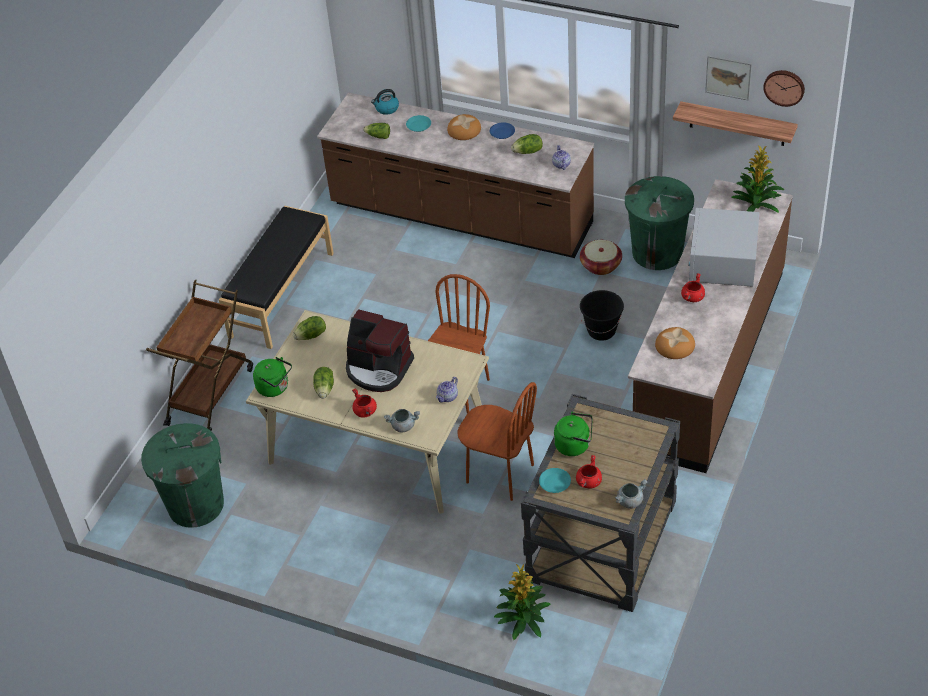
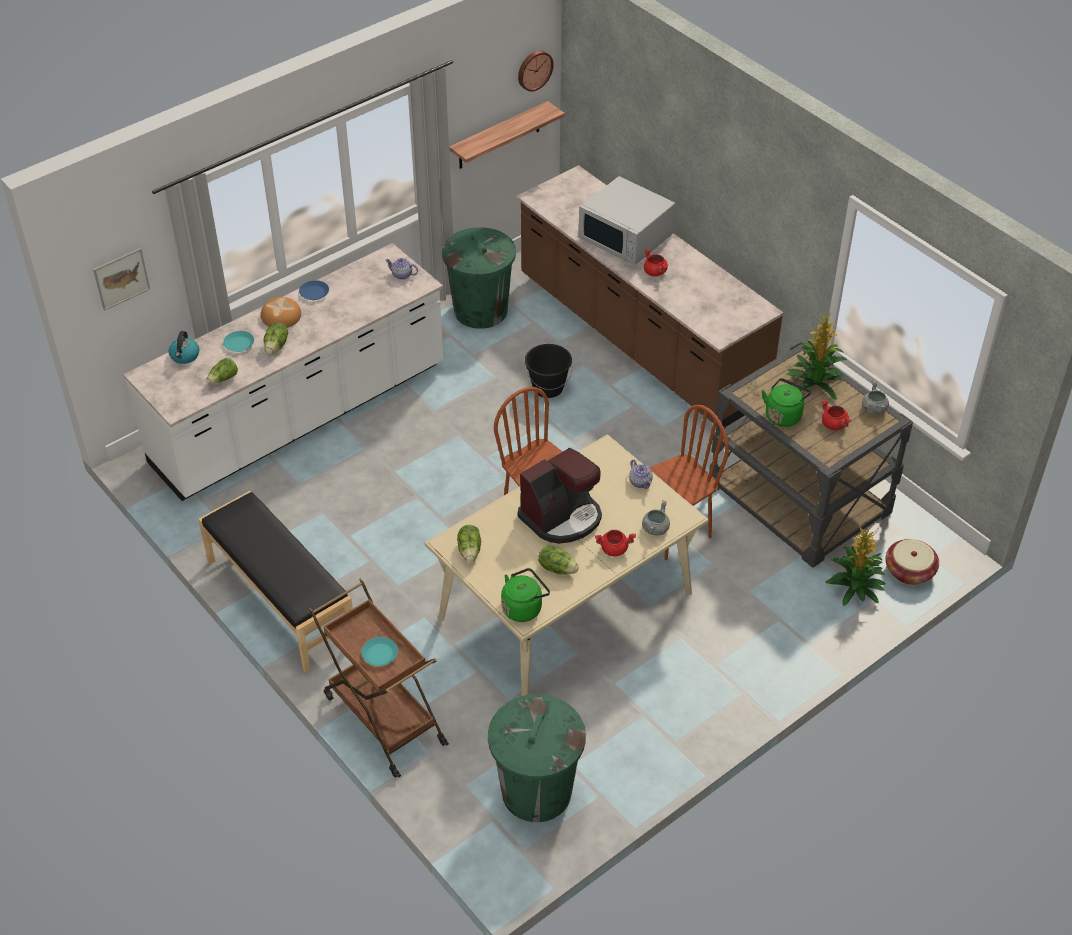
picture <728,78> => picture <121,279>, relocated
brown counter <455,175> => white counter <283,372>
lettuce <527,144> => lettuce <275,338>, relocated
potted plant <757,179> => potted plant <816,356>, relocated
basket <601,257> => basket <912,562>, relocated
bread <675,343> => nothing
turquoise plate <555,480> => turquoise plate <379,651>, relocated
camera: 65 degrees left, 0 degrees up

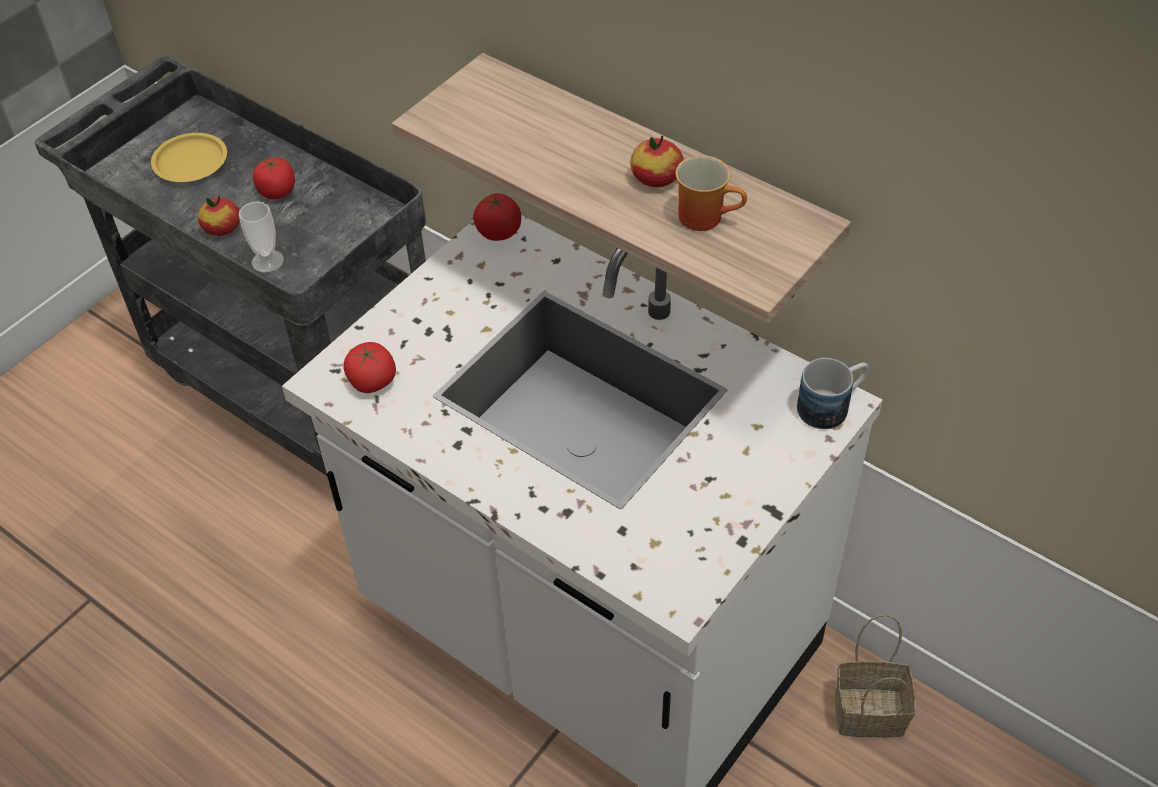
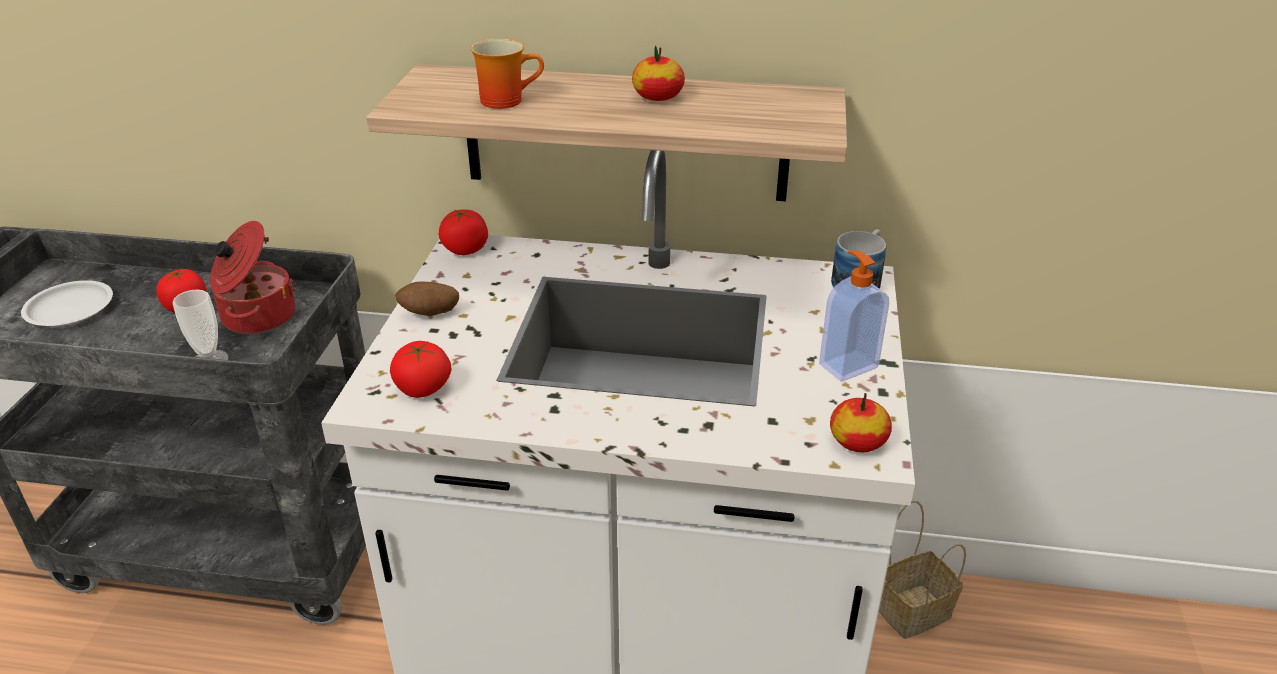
yellow plate <189,157> => white plate <67,303>
mug <711,193> => mug <507,74>, relocated
apple <219,216> => apple <861,422>, relocated
nothing => cooking pot <252,277>
nothing => soap dispenser <854,315>
nothing => potato <427,298>
camera: 30 degrees left, 15 degrees down

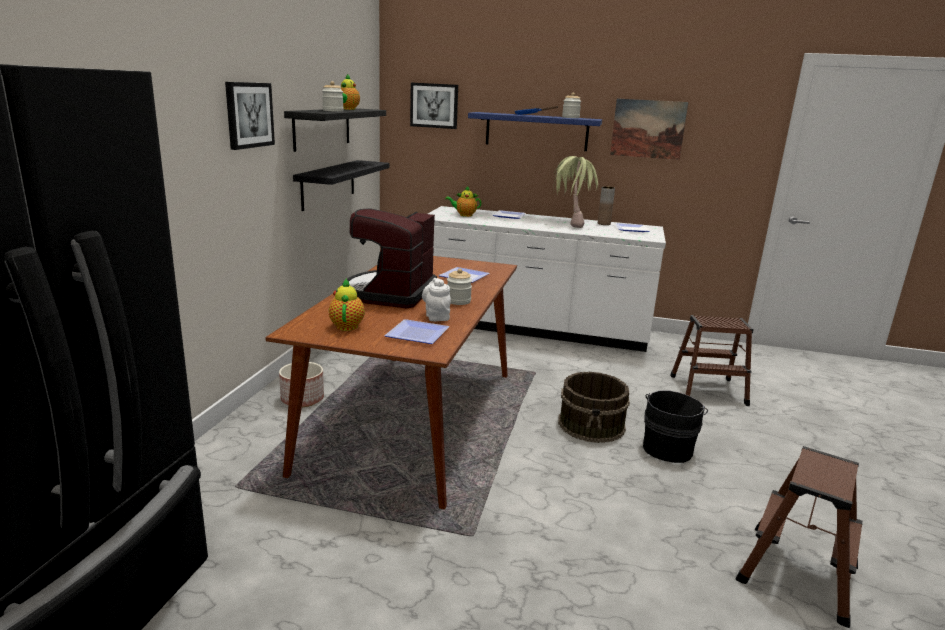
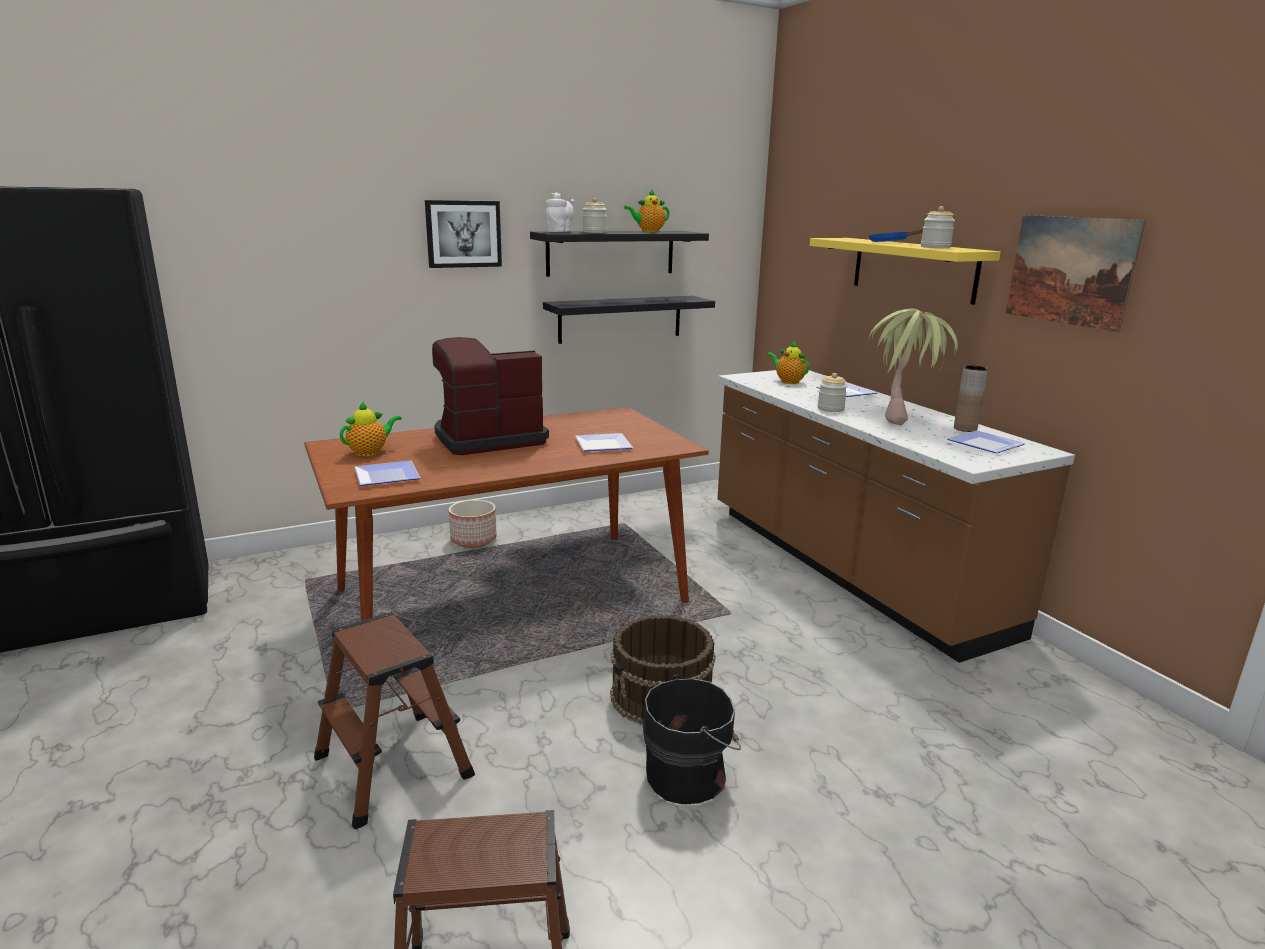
picture <434,106> => nothing
blue shelf <535,131> => yellow shelf <905,271>
white counter <547,279> => brown counter <896,516>
jar <459,286> => jar <832,392>, relocated
white teapot <436,299> => white teapot <559,212>, relocated
brown step ladder <712,360> => brown step ladder <394,720>, relocated
camera: 50 degrees right, 0 degrees up

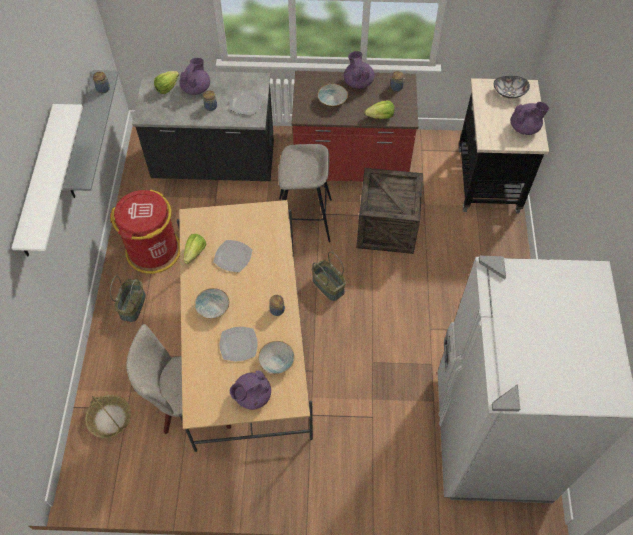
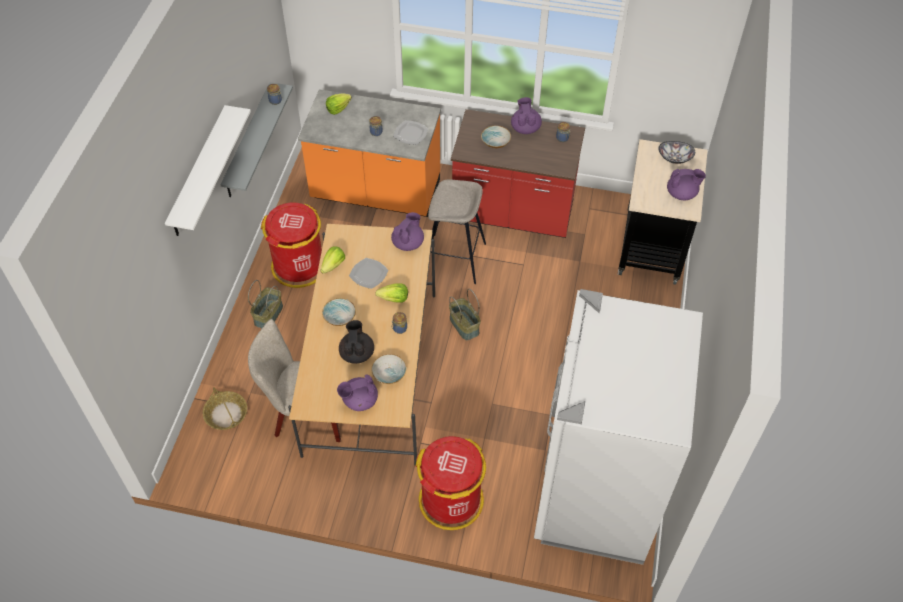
purple teapot <194,76> => purple teapot <407,231>, relocated
black counter <203,125> => orange counter <369,153>
lettuce <379,109> => lettuce <391,293>, relocated
crate <390,211> => nothing
plate <238,344> => black teapot <356,342>
nothing => red trash can <451,483>
camera: 10 degrees right, 5 degrees down

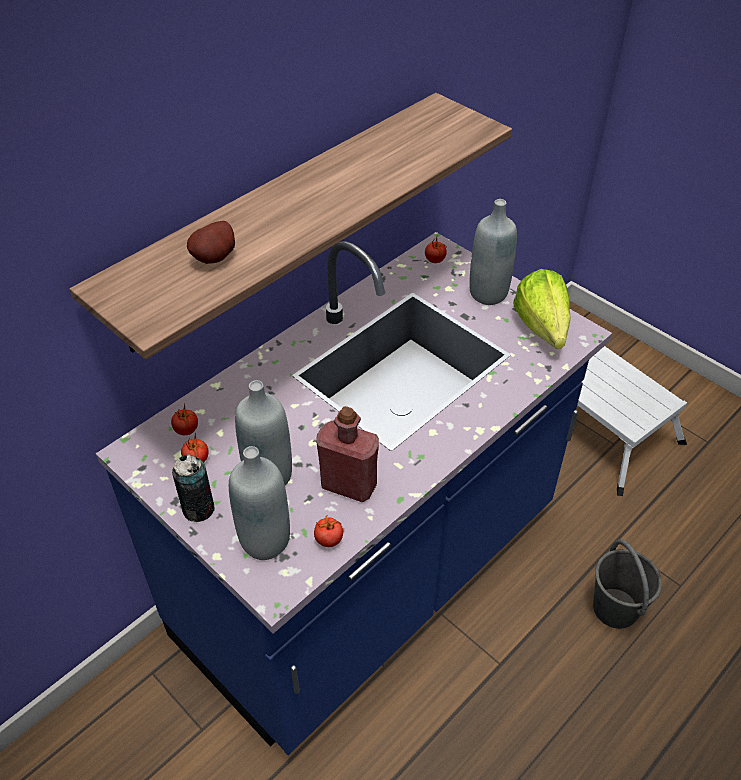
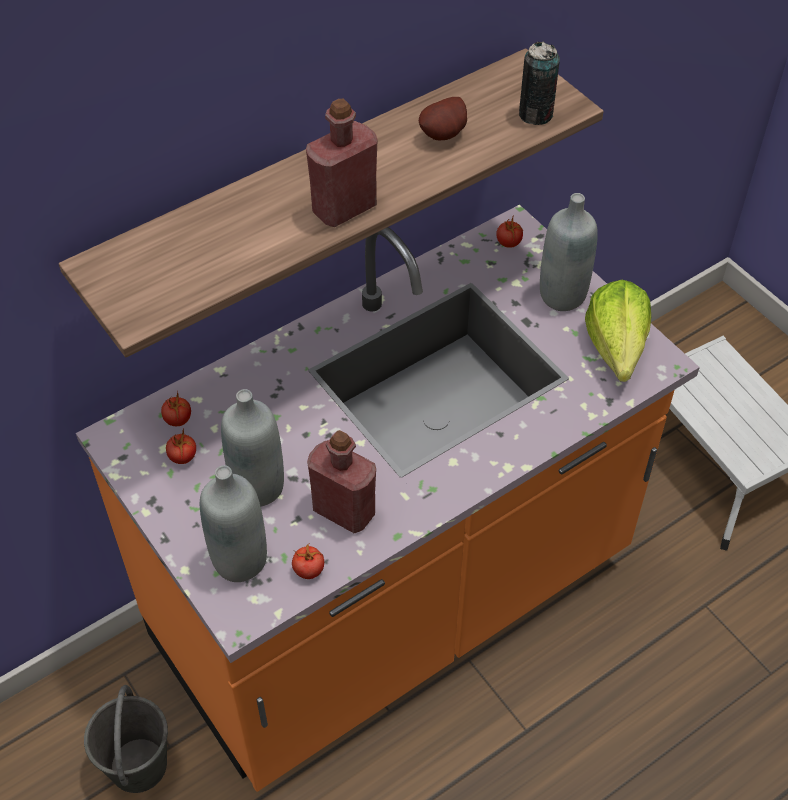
potato <211,242> => potato <443,118>, relocated
blue counter <354,493> => orange counter <388,498>
can <193,488> => can <539,83>, relocated
grey bucket <627,584> => grey bucket <126,739>, relocated
nothing => red bottle <342,163>
camera: 10 degrees right, 5 degrees up

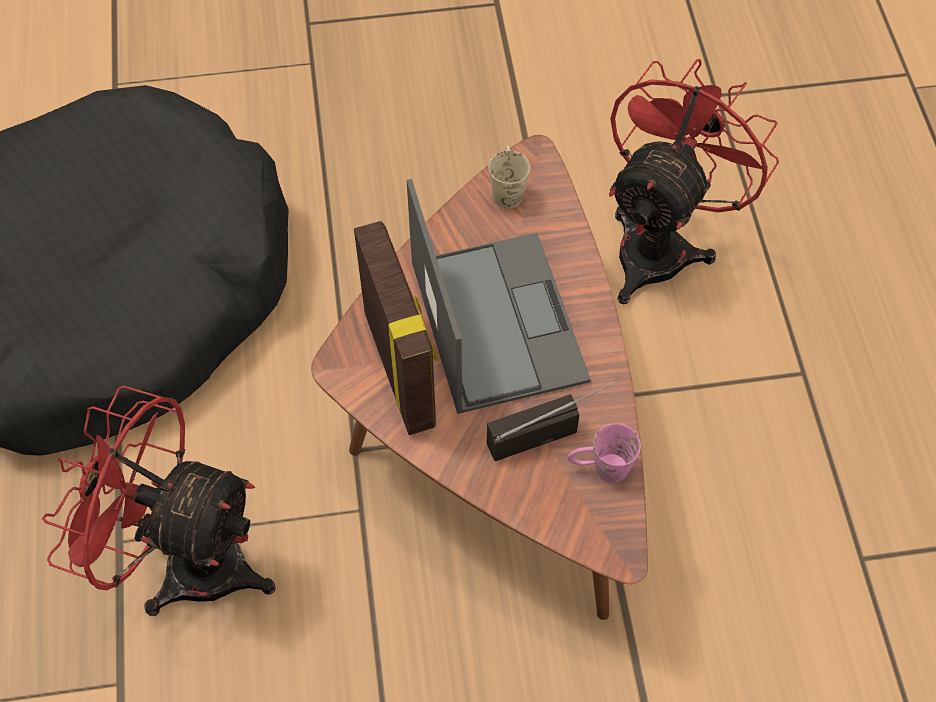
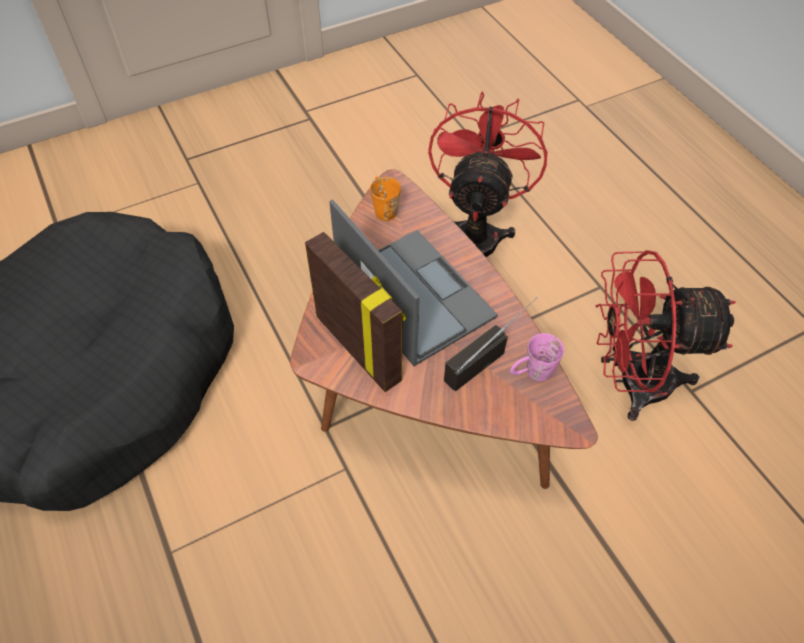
beige mug <509,176> => orange mug <385,198>
red fan <159,500> => red fan <666,335>, relocated
camera: 20 degrees left, 5 degrees down

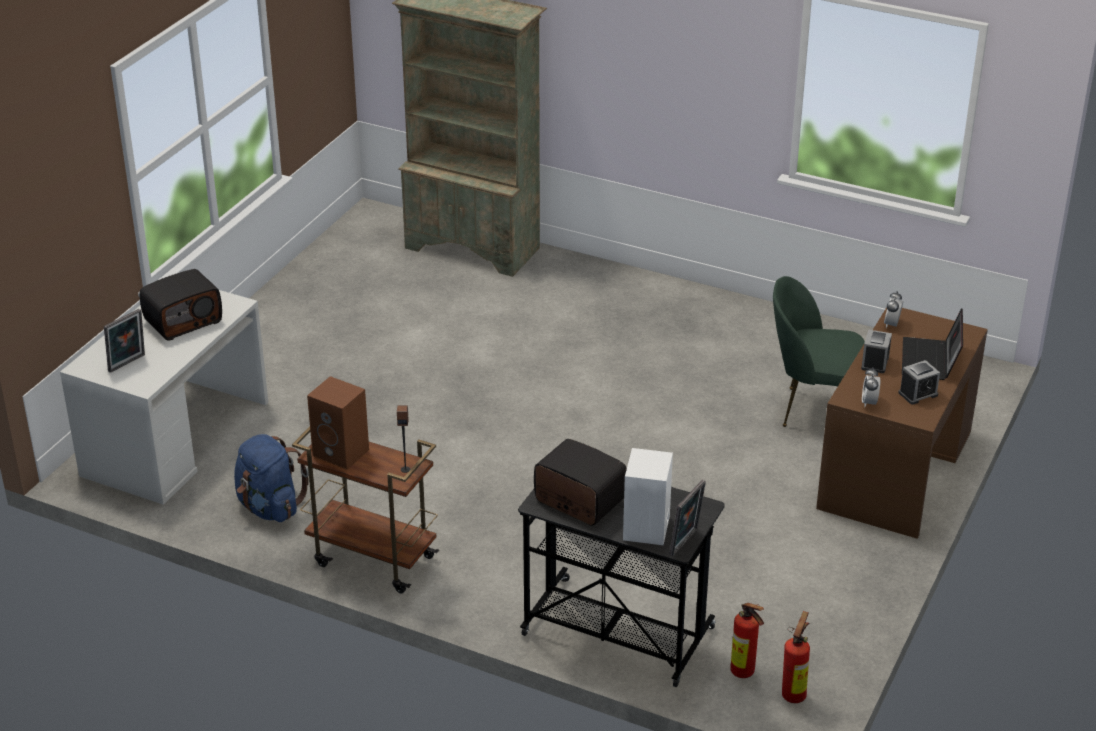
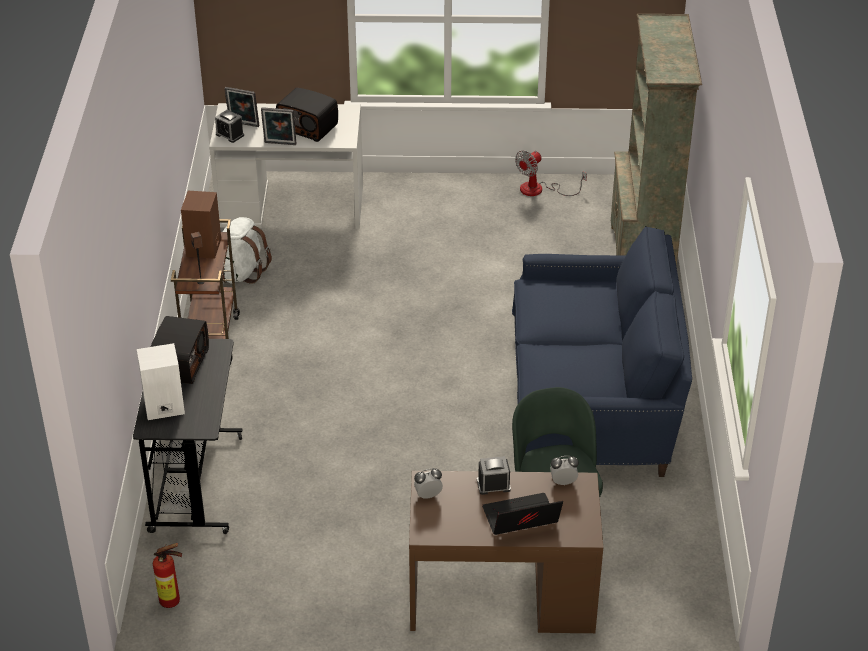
alarm clock <919,382> => alarm clock <229,126>, relocated
blue backpack <271,478> => white backpack <247,250>
picture frame <687,518> => picture frame <279,126>, relocated
fire extinguisher <747,640> => nothing
nothing => fan <551,173>
nothing => blue sofa <602,351>
camera: 65 degrees right, 5 degrees up

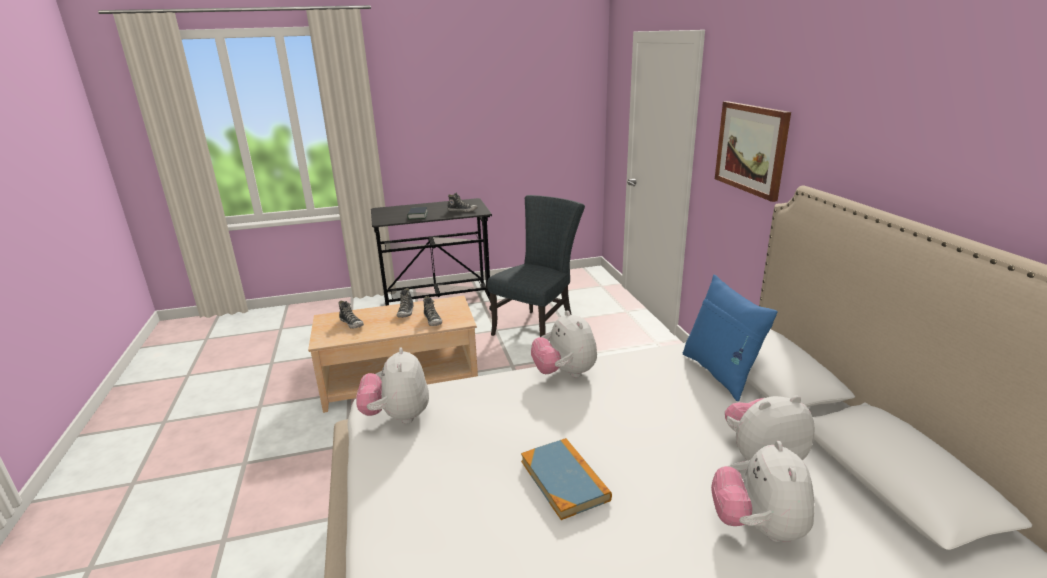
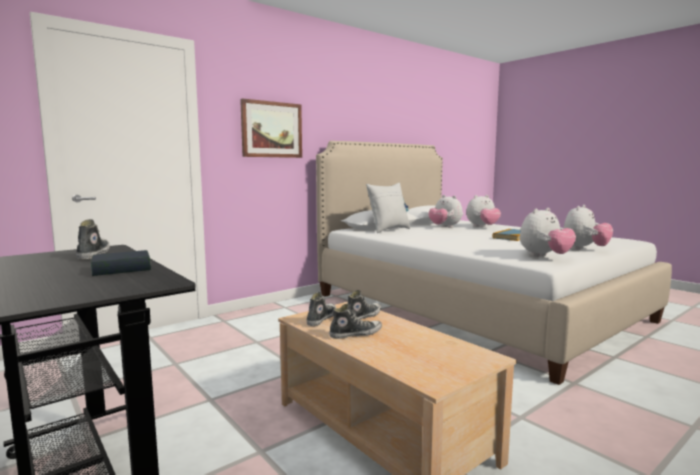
grey chair <536,266> => nothing
blue pillow <730,338> => grey pillow <388,208>
shoe <351,314> => shoe <321,309>, relocated
plush toy <564,344> => plush toy <588,227>, relocated
camera: 115 degrees left, 15 degrees down

